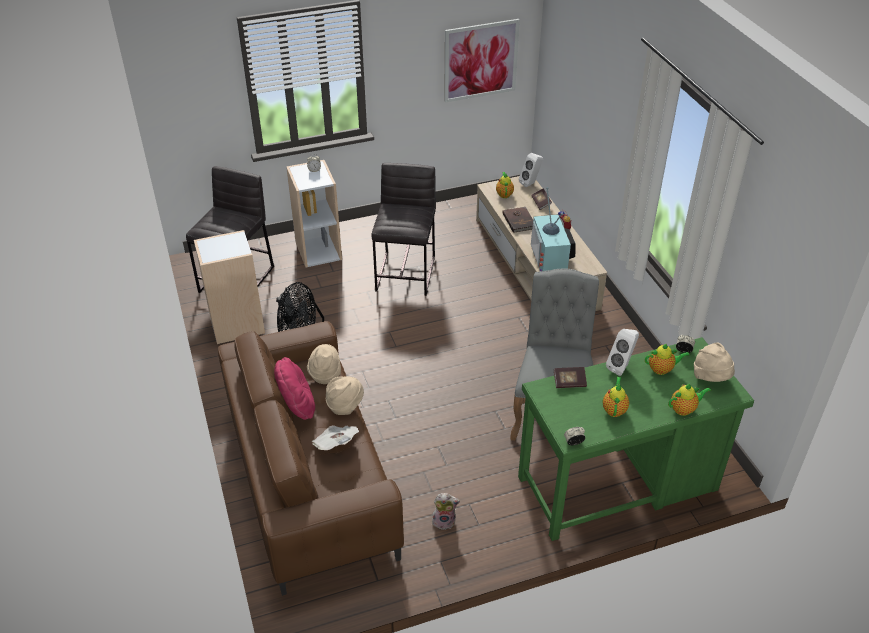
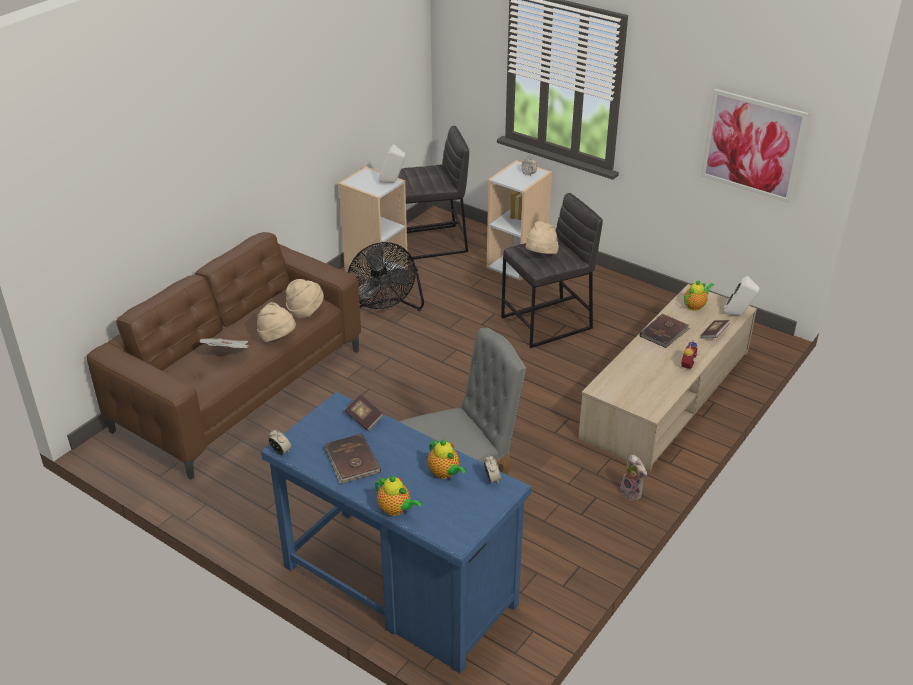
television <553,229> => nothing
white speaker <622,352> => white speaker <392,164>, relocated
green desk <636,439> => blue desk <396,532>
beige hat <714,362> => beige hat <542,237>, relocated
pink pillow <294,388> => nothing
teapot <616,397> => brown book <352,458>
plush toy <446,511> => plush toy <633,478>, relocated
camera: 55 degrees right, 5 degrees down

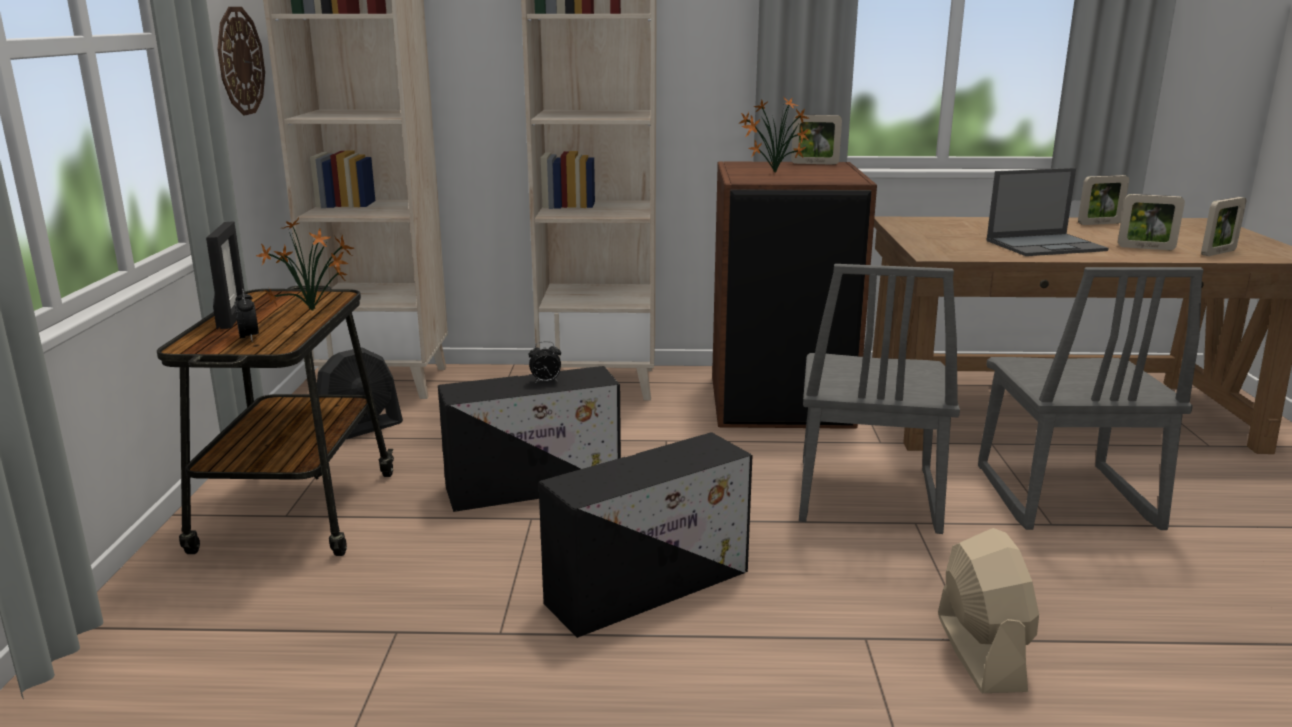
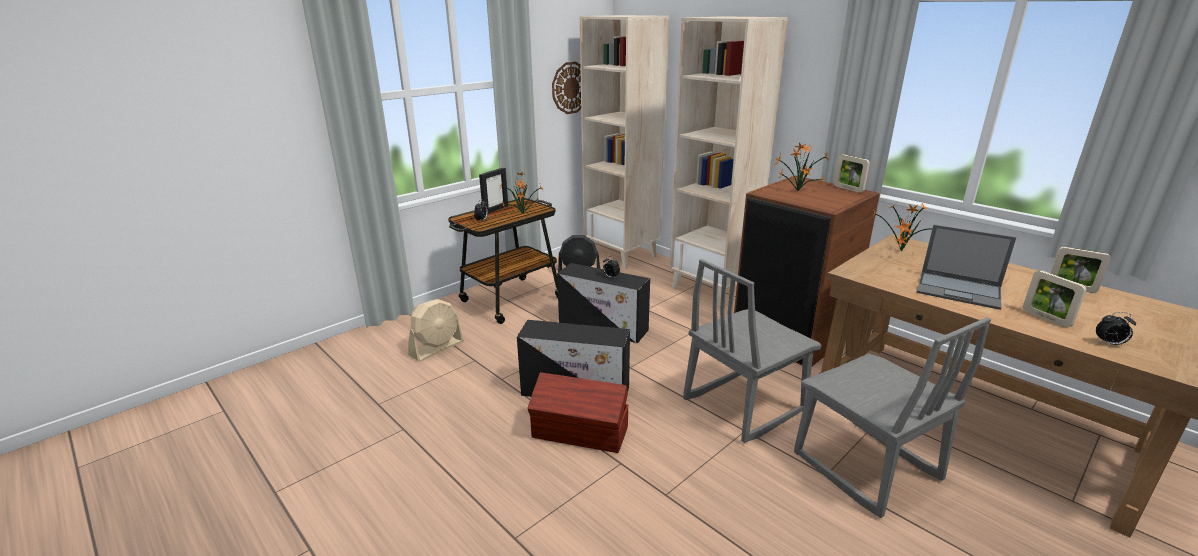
picture frame <1223,226> => alarm clock <1116,329>
grey chair <1091,398> => grey chair <892,417>, 75 degrees counterclockwise
beige fan <988,610> => beige fan <436,330>, relocated
nothing => potted plant <904,226>
nothing => brown storage box <578,412>
camera: 45 degrees right, 5 degrees up

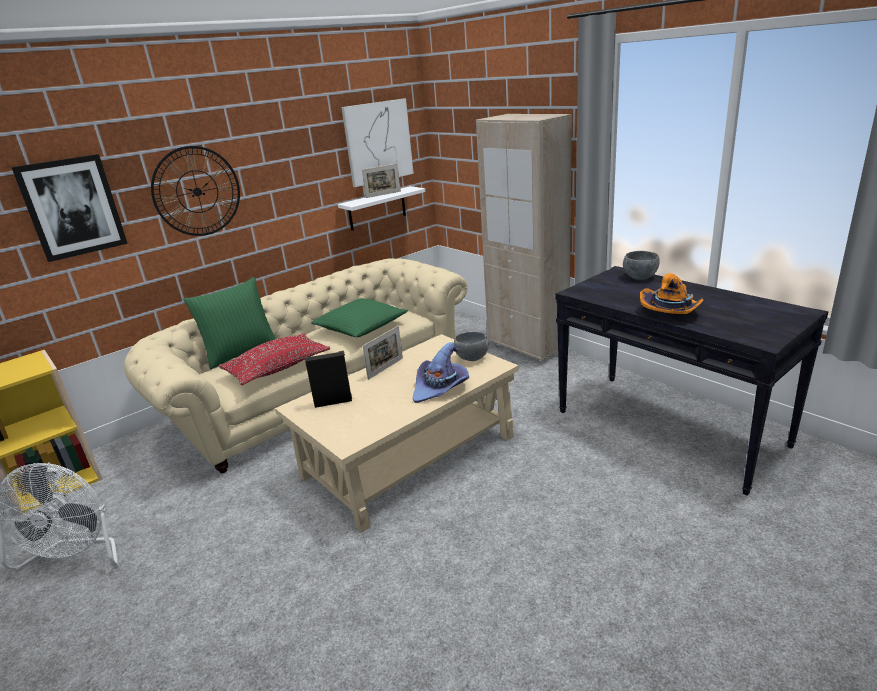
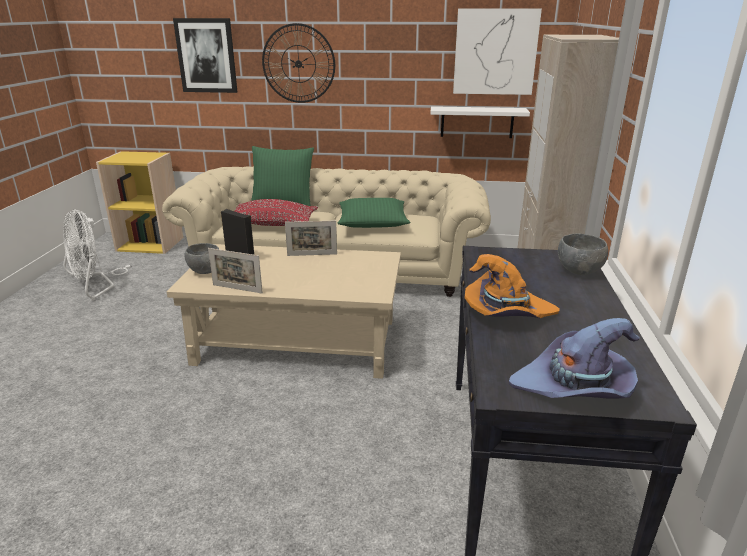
picture frame <381,181> => picture frame <235,271>, relocated
grey bowl <471,346> => grey bowl <201,258>, relocated
purple hat <441,372> => purple hat <574,358>, relocated
camera: 45 degrees right, 0 degrees up

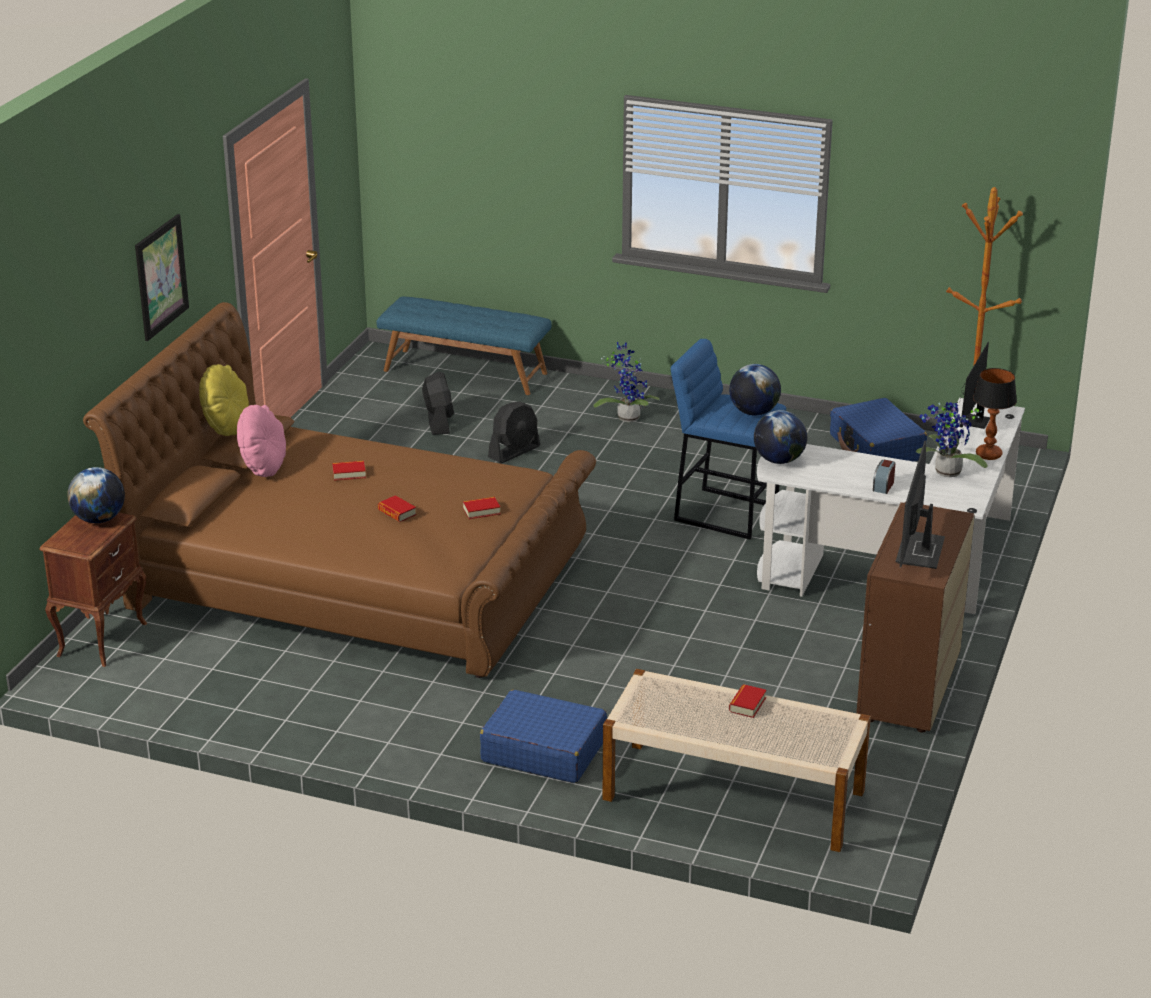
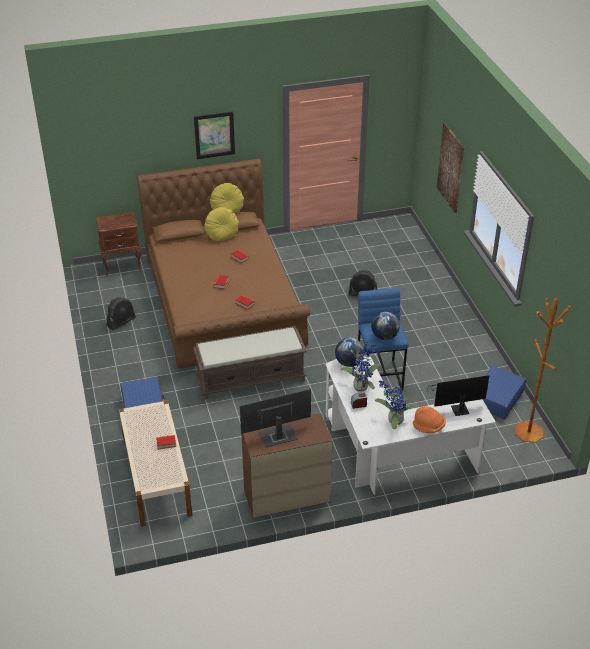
blue bench <464,345> => nothing
potted plant <626,382> => potted plant <360,367>, relocated
table lamp <995,414> => orange hat <429,419>
black fan <438,403> => black fan <121,313>, relocated
pink pillow <261,441> => yellow pillow <221,224>
globe <96,495> => nothing
nothing => picture <450,168>
nothing => brown bench <250,362>
camera: 55 degrees right, 10 degrees up

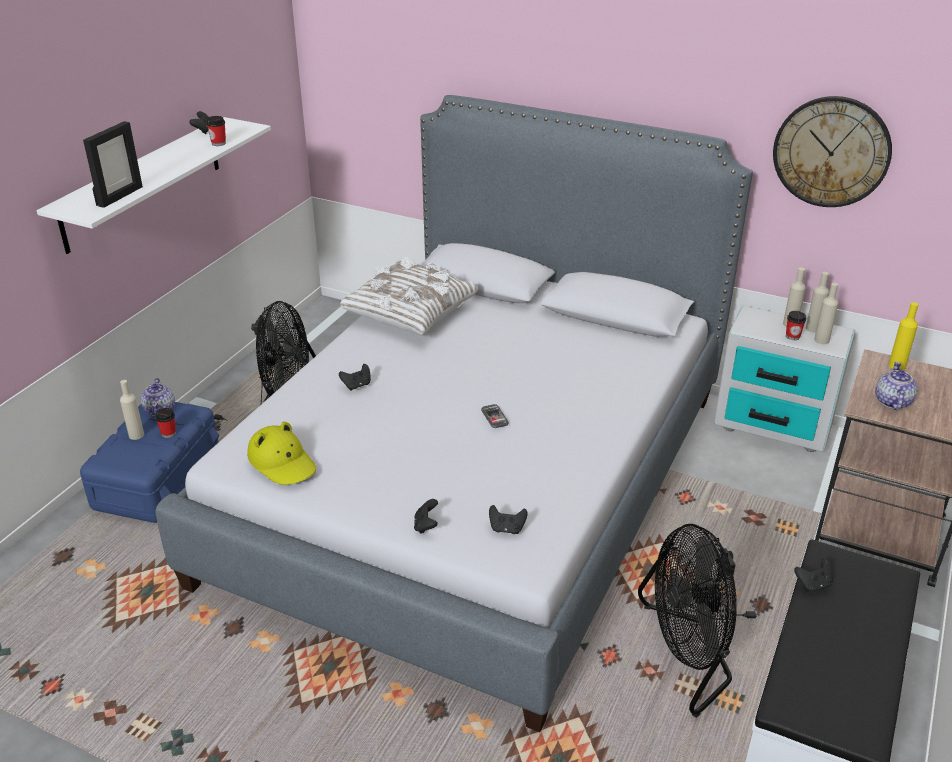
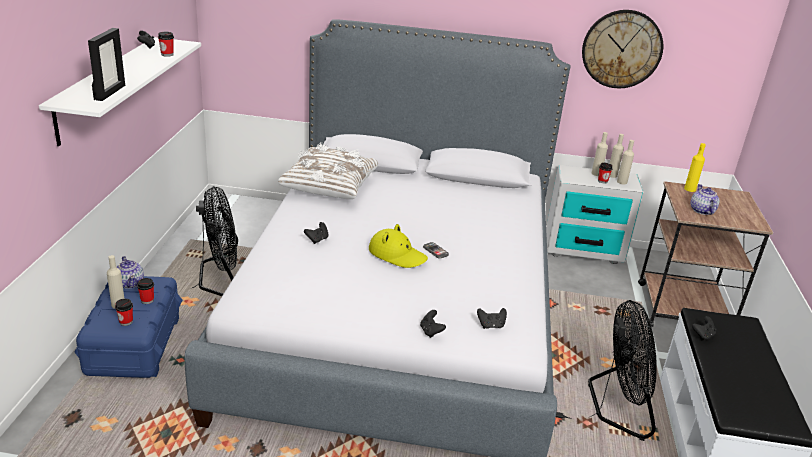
yellow hat <281,453> => yellow hat <398,246>, relocated
black fan <698,621> => black fan <606,370>, 150 degrees counterclockwise
nothing => cup <124,312>
camera: 20 degrees left, 5 degrees down

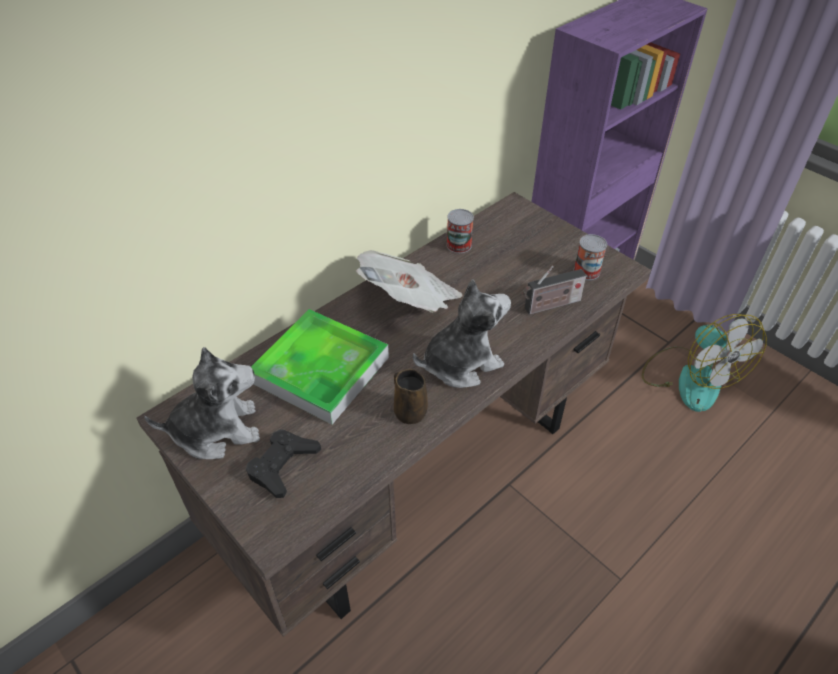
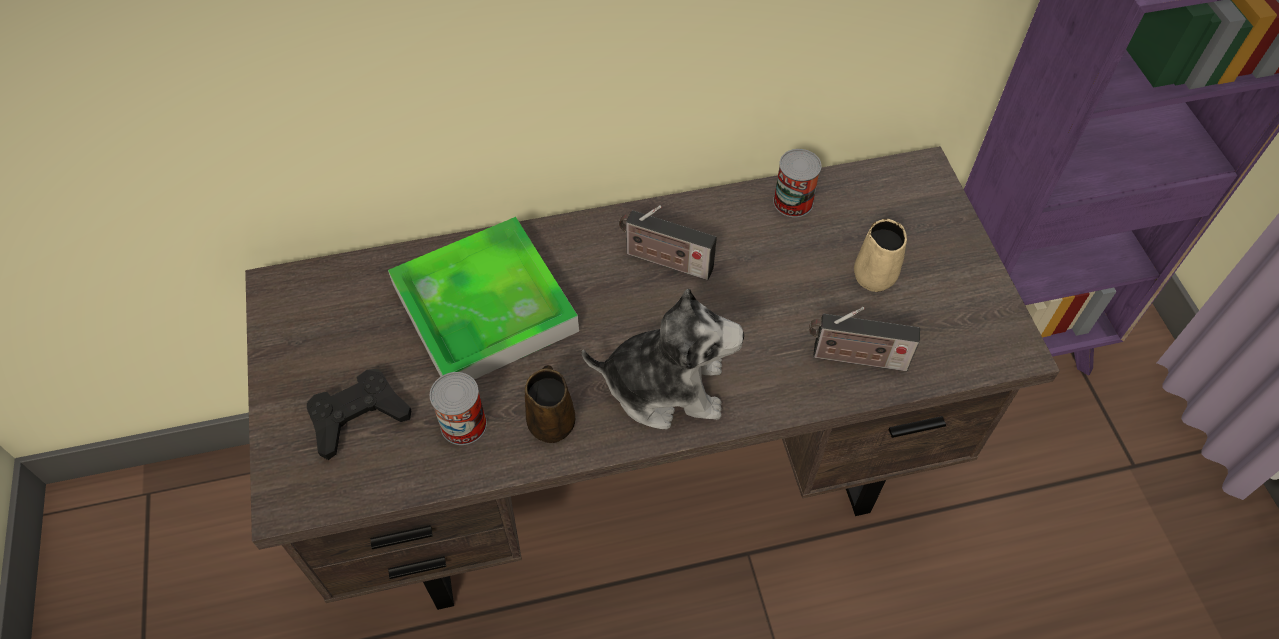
can <590,257> => can <458,408>, relocated
newspaper <409,281> => radio <668,242>
fan <704,363> => nothing
plush toy <202,403> => nothing
nothing => beige mug <880,255>
camera: 30 degrees right, 10 degrees up

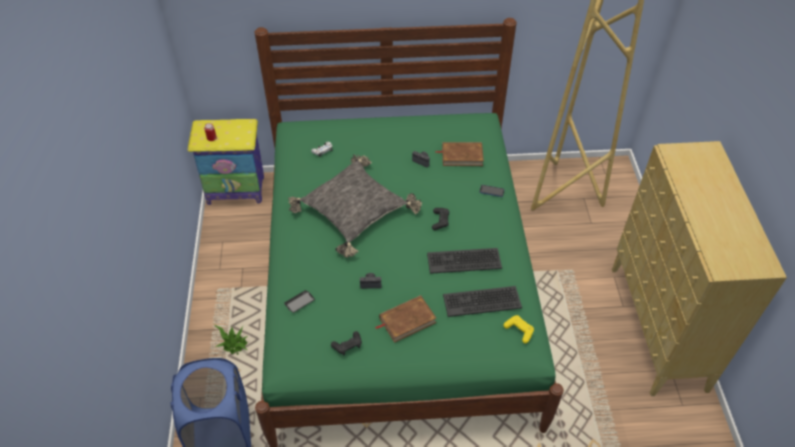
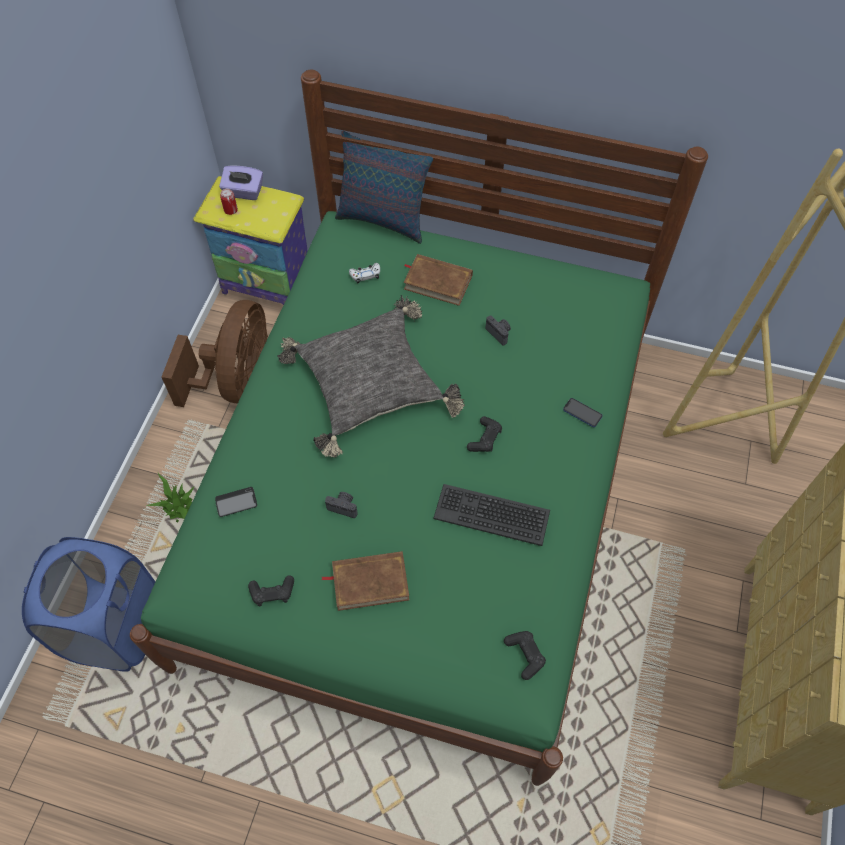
brown book <460,154> => brown book <438,280>, relocated
keyboard <482,301> => nothing
yellow game controller <518,329> => black game controller <525,655>
nothing => blue pillow <384,187>
nothing => purple tissue box <241,182>
nothing => brown fan <214,353>
camera: 20 degrees right, 10 degrees up

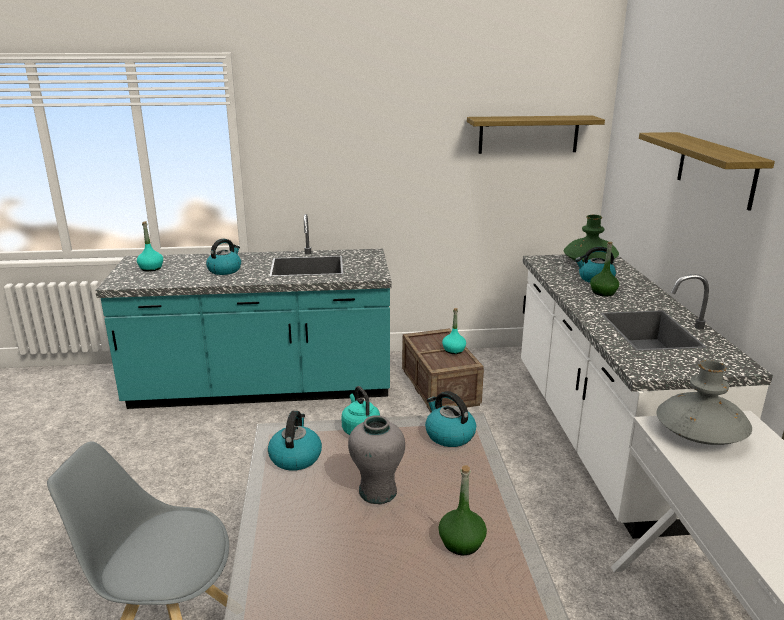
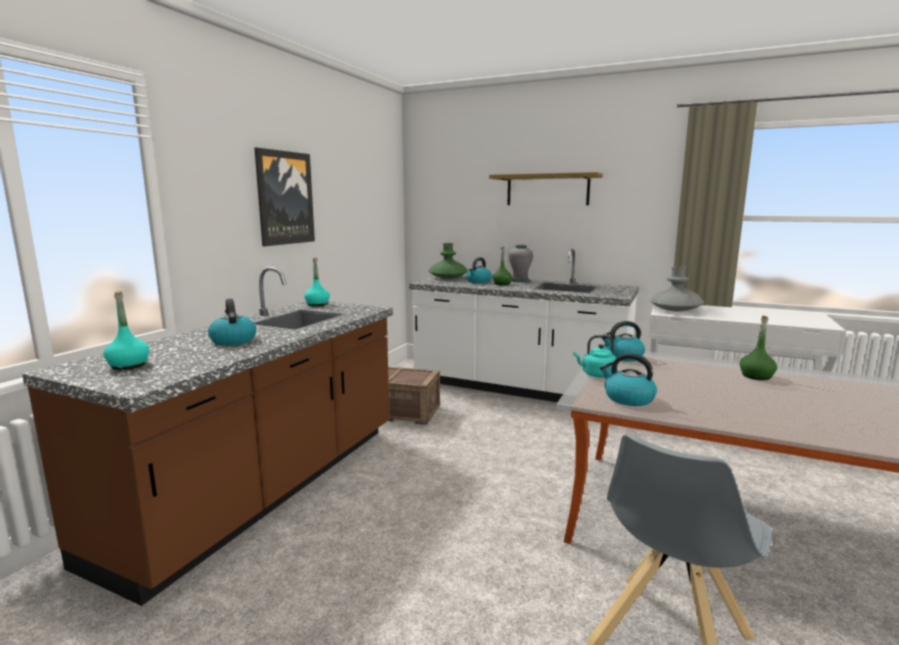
shelf <536,134> => nothing
turquoise counter <243,311> => brown counter <207,436>
turquoise bottle <454,331> => turquoise bottle <317,281>, relocated
grey vase <376,459> => grey vase <520,263>, relocated
nothing => picture <284,196>
camera: 60 degrees left, 10 degrees down

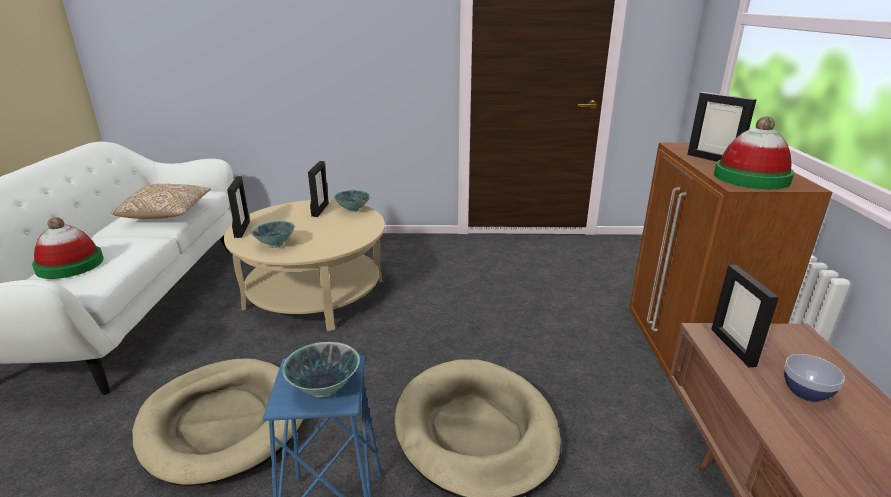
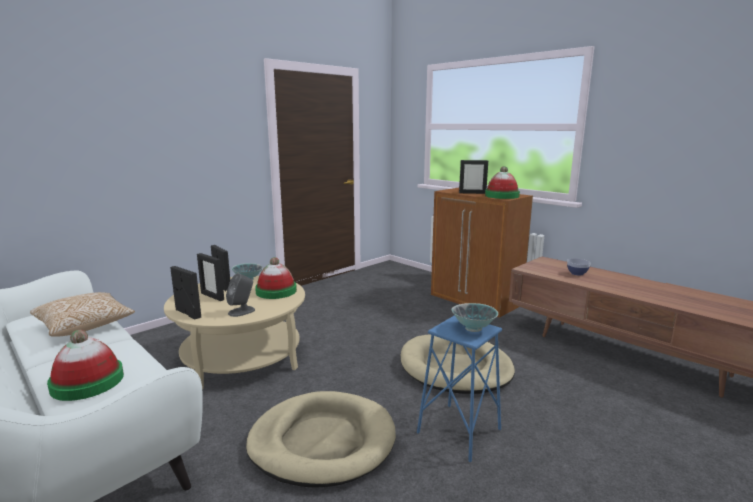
bowl <273,234> => grey speaker <240,295>
picture frame <745,316> => picture frame <210,277>, relocated
nothing => hat <276,278>
camera: 45 degrees left, 10 degrees down

